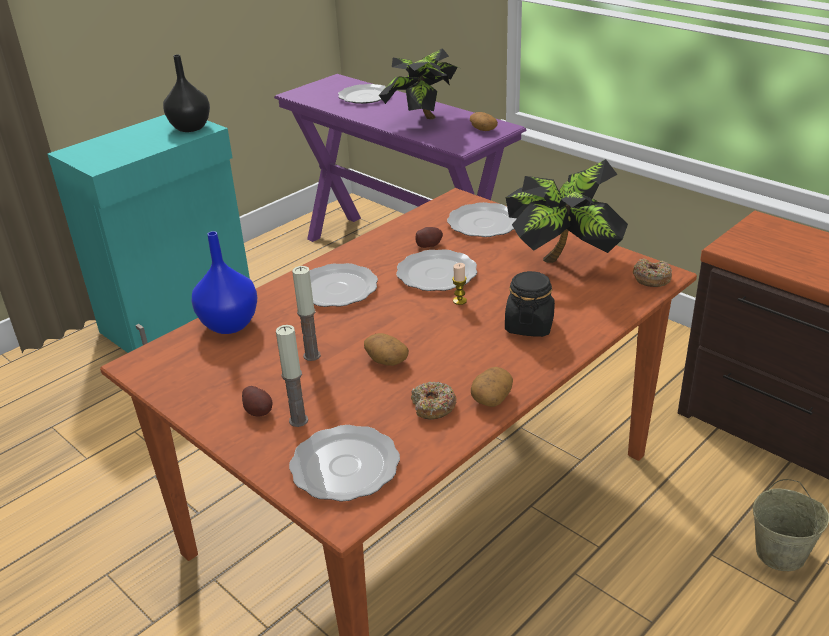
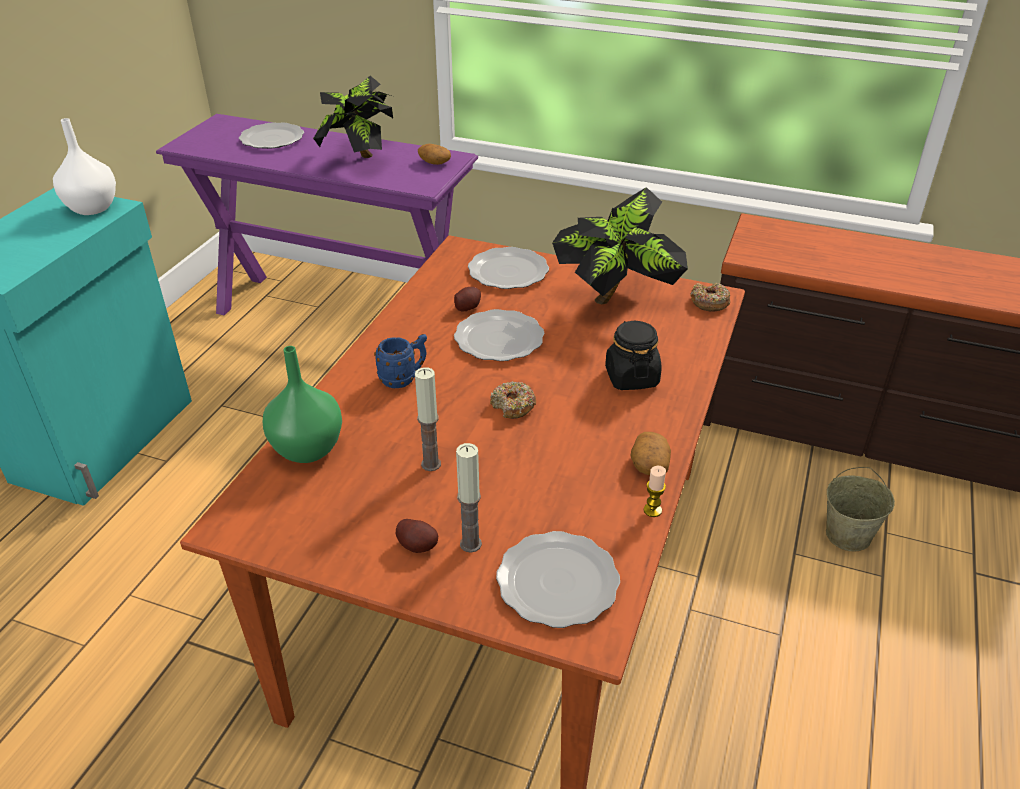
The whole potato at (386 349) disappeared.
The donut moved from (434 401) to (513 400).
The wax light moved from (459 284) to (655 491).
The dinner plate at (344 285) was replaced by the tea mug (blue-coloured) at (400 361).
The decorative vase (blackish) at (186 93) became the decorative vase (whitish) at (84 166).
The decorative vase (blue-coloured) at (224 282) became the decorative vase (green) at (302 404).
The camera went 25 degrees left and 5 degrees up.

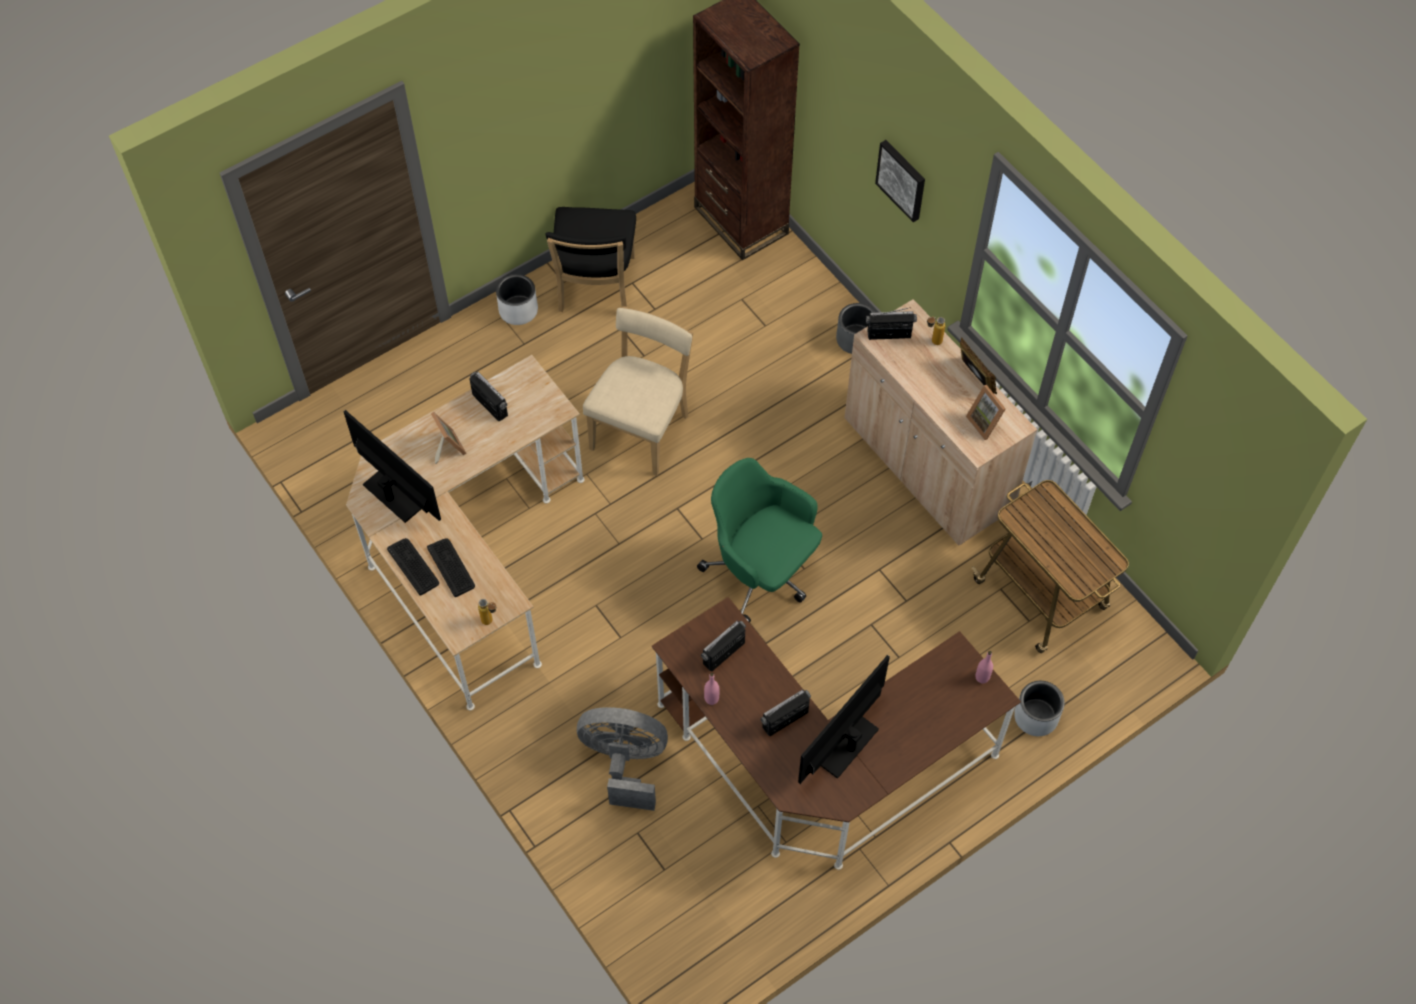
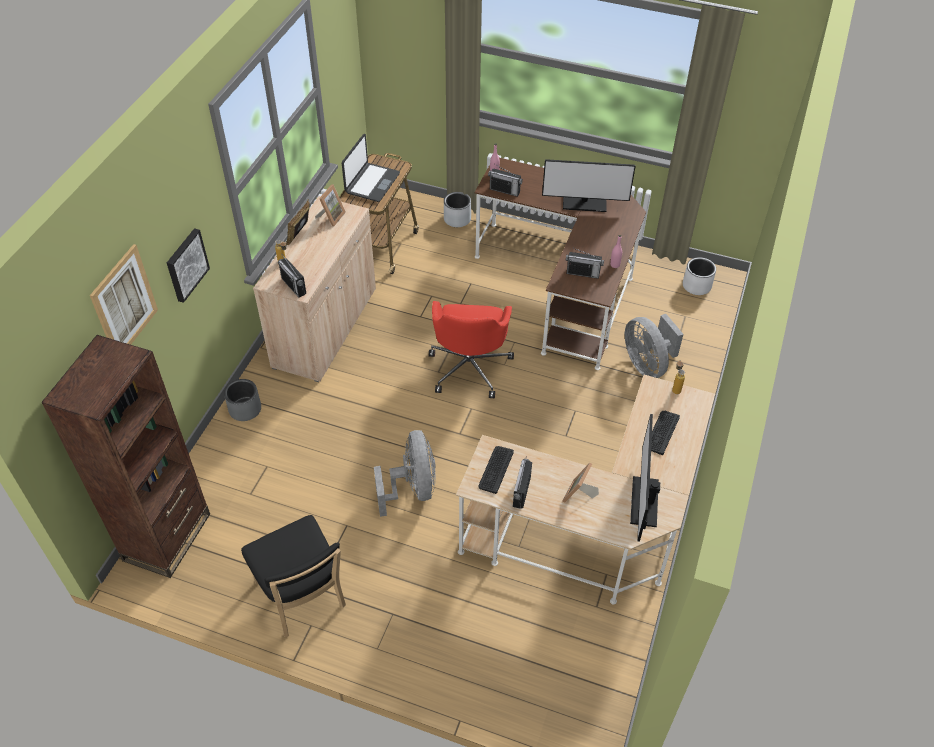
The wall art at (124 294) appeared.
The notebook computer at (371 168) appeared.
The computer keyboard moved from (413 567) to (496 470).
The flower pot (whitish) moved from (517 299) to (699 276).
The radio receiver moved from (785 712) to (505 180).
The chair (beige) at (638 391) was replaced by the fan (greyish) at (405 473).
The desk chair (green) at (759 540) became the desk chair (reddish) at (471 349).
The chair (blackish) at (590 259) turned 90 degrees clockwise.
The camera went 125 degrees left and 10 degrees down.

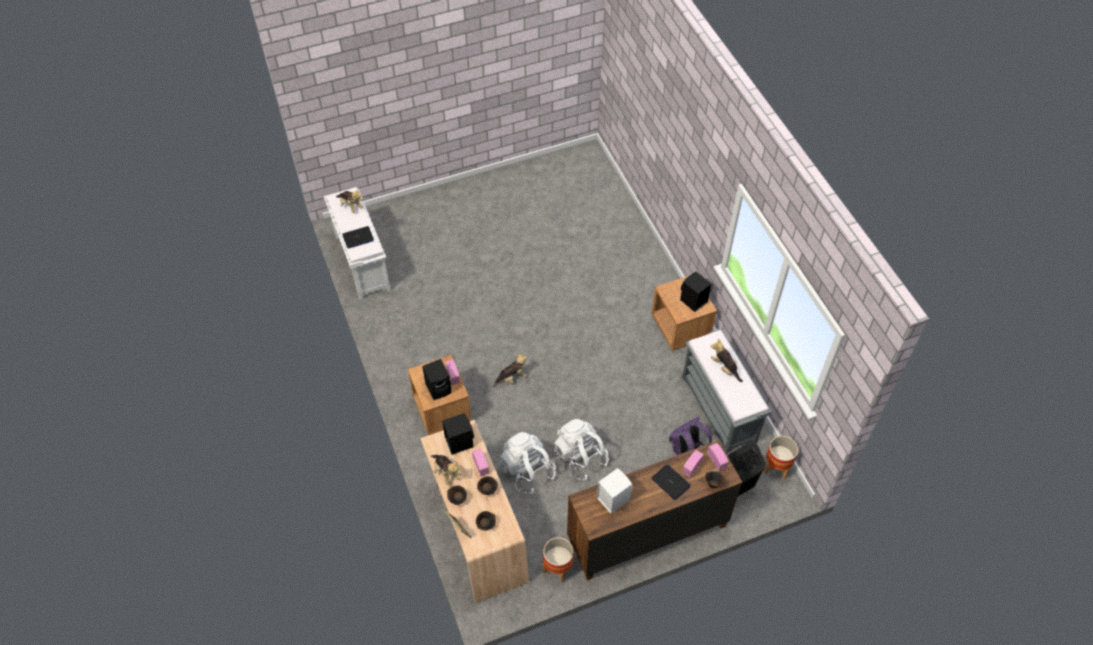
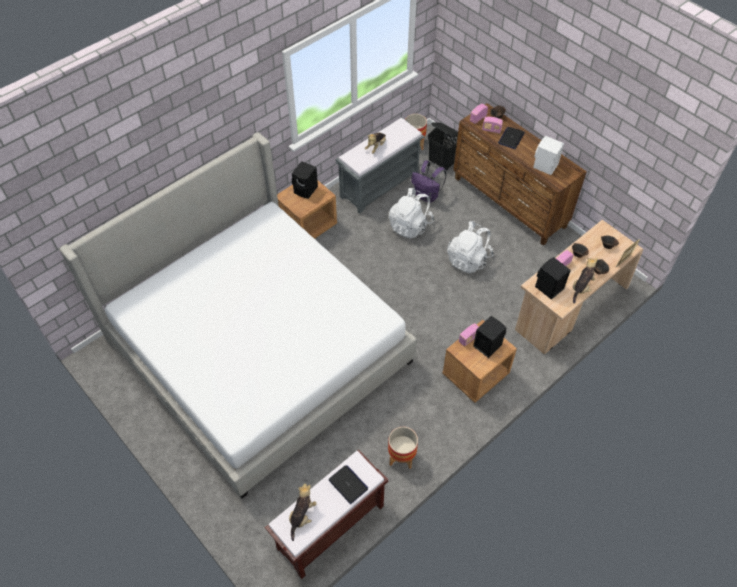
The plush toy at (510 370) disappeared.
The sleeping bed at (238 315) appeared.
The backpack (whitish) moved from (528 462) to (411 213).
The flower pot moved from (558 560) to (403 448).
The indoor bench (whitish) at (357 243) became the indoor bench (brownish) at (326 514).
The camera went 110 degrees left and 0 degrees up.

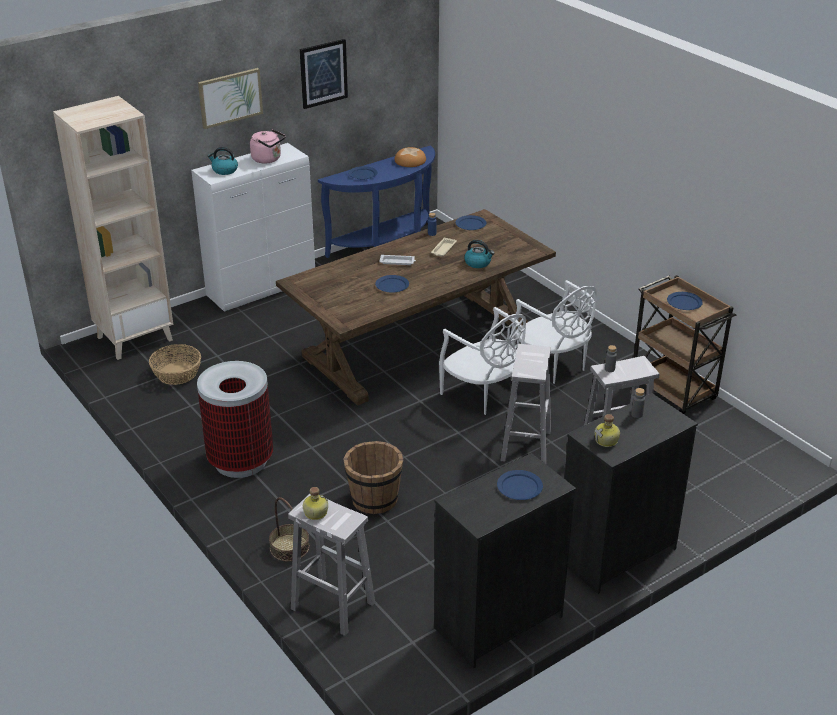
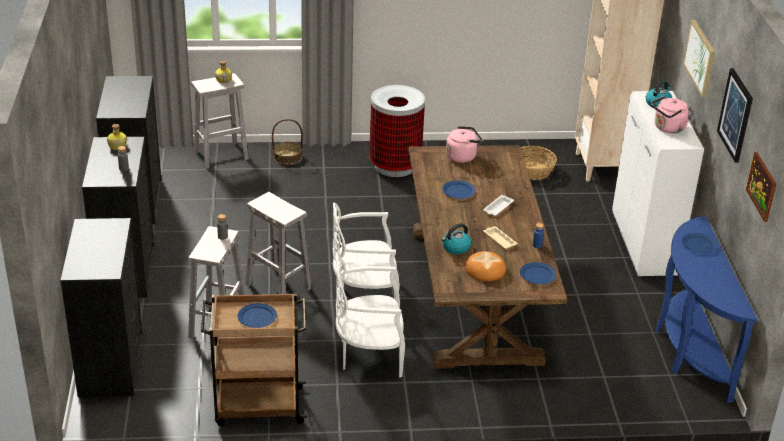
The bucket (brownish) at (373 477) disappeared.
The dinner plate (blue-coloured) at (520 485) disappeared.
The dresser (blackish) at (101 307) appeared.
The water kettle (pink-coloured) at (464 144) appeared.
The wall art at (761 187) appeared.
The baked bread moved from (410 157) to (485 266).
The camera went 120 degrees right and 0 degrees up.

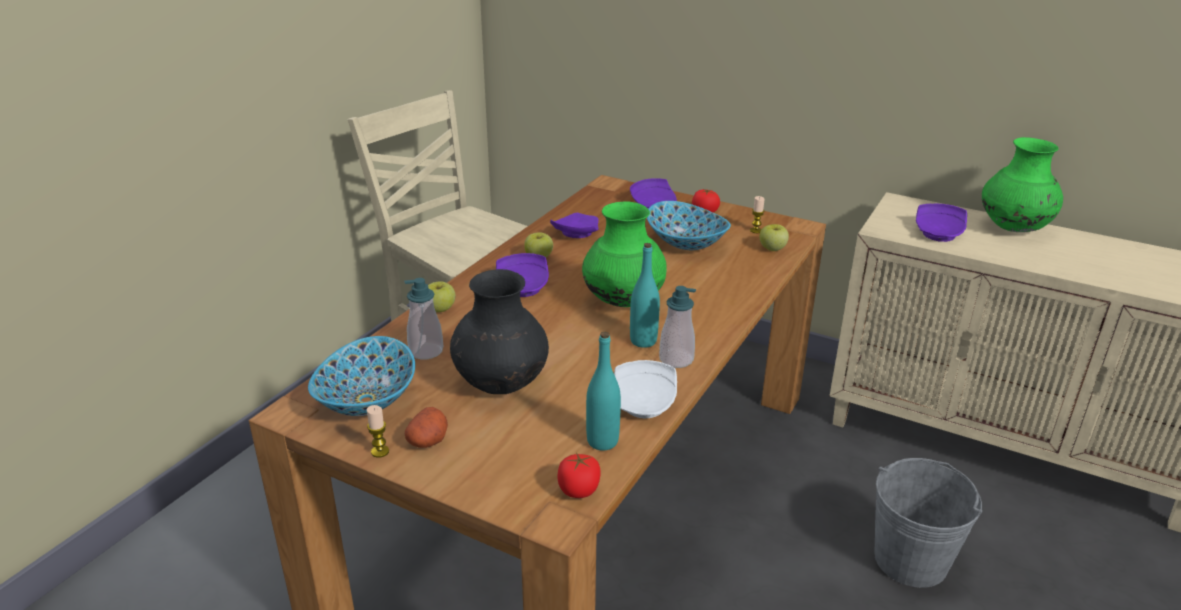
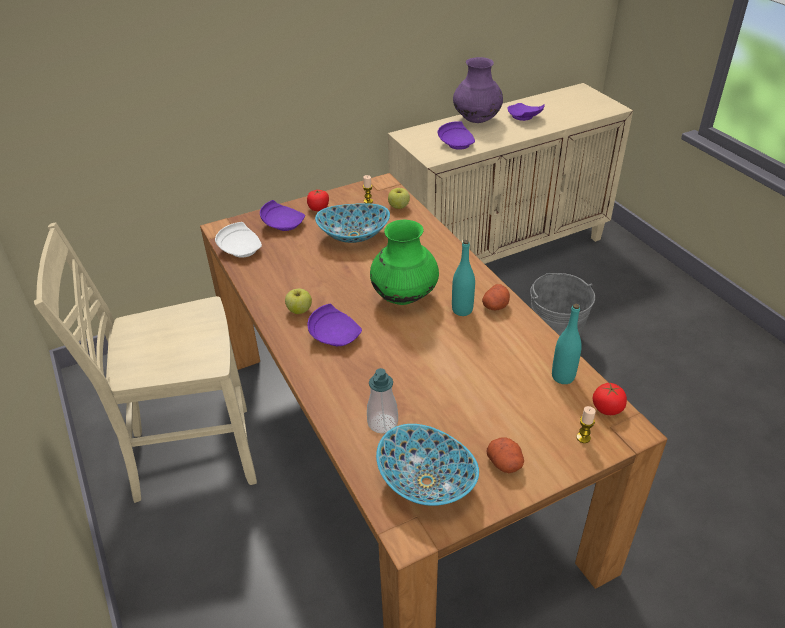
The apple fruit at (442 296) disappeared.
The decorative vase (blackish) at (499 331) disappeared.
The wax light moved from (378 431) to (586 424).
The dinner plate (purple-coloured) moved from (574 225) to (526 112).
The dinner plate (whitish) moved from (645 389) to (238 240).
The soap dispenser at (677 327) was replaced by the whole potato at (496 297).
The decorative vase (green) at (1022 184) became the decorative vase (purple-coloured) at (478 90).
The camera went 55 degrees left and 10 degrees up.

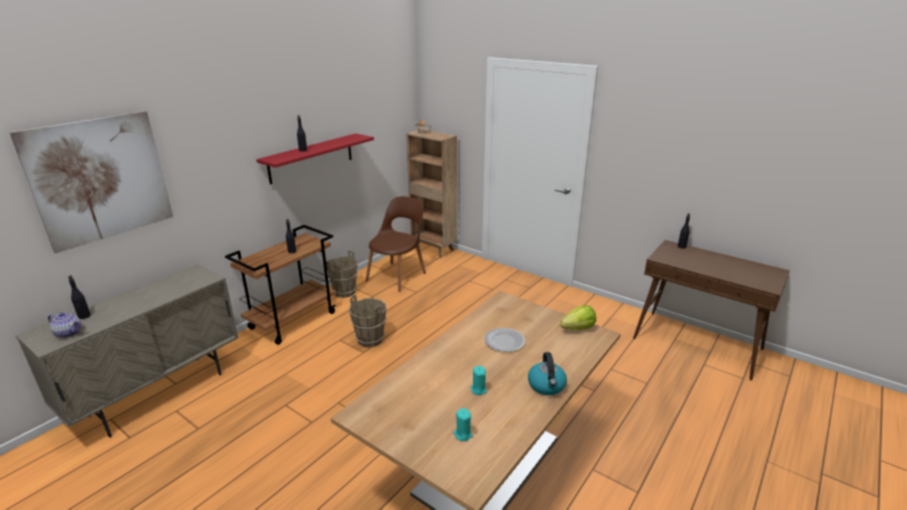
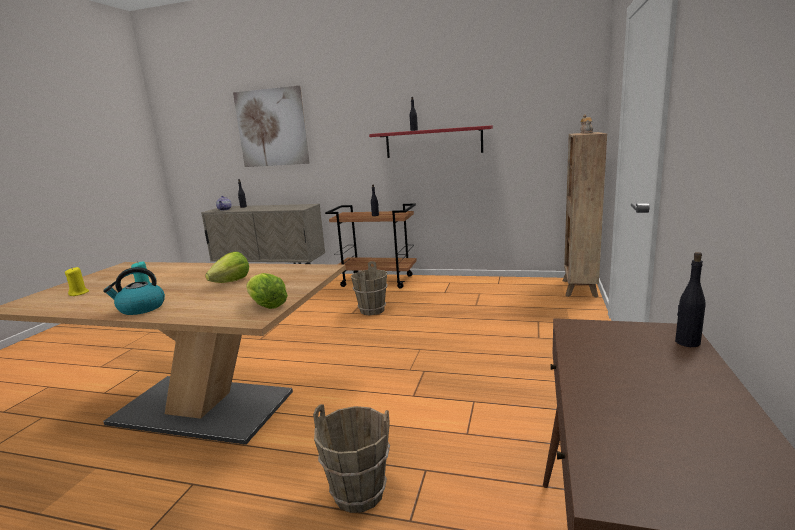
The chair (brownish) at (395 244) disappeared.
The bucket (brownish) moved from (342 274) to (351 458).
The dinner plate at (504 340) was replaced by the head of lettuce at (227 267).
The wax light (turquoise-coloured) at (463 424) became the wax light (yellow) at (77 281).
The camera went 70 degrees right and 10 degrees down.

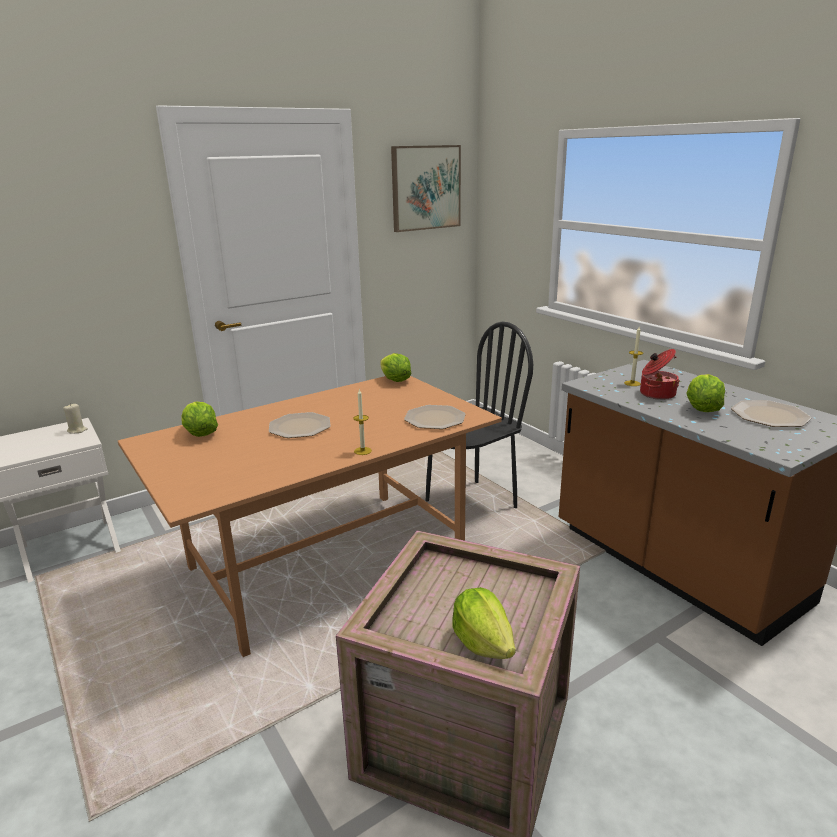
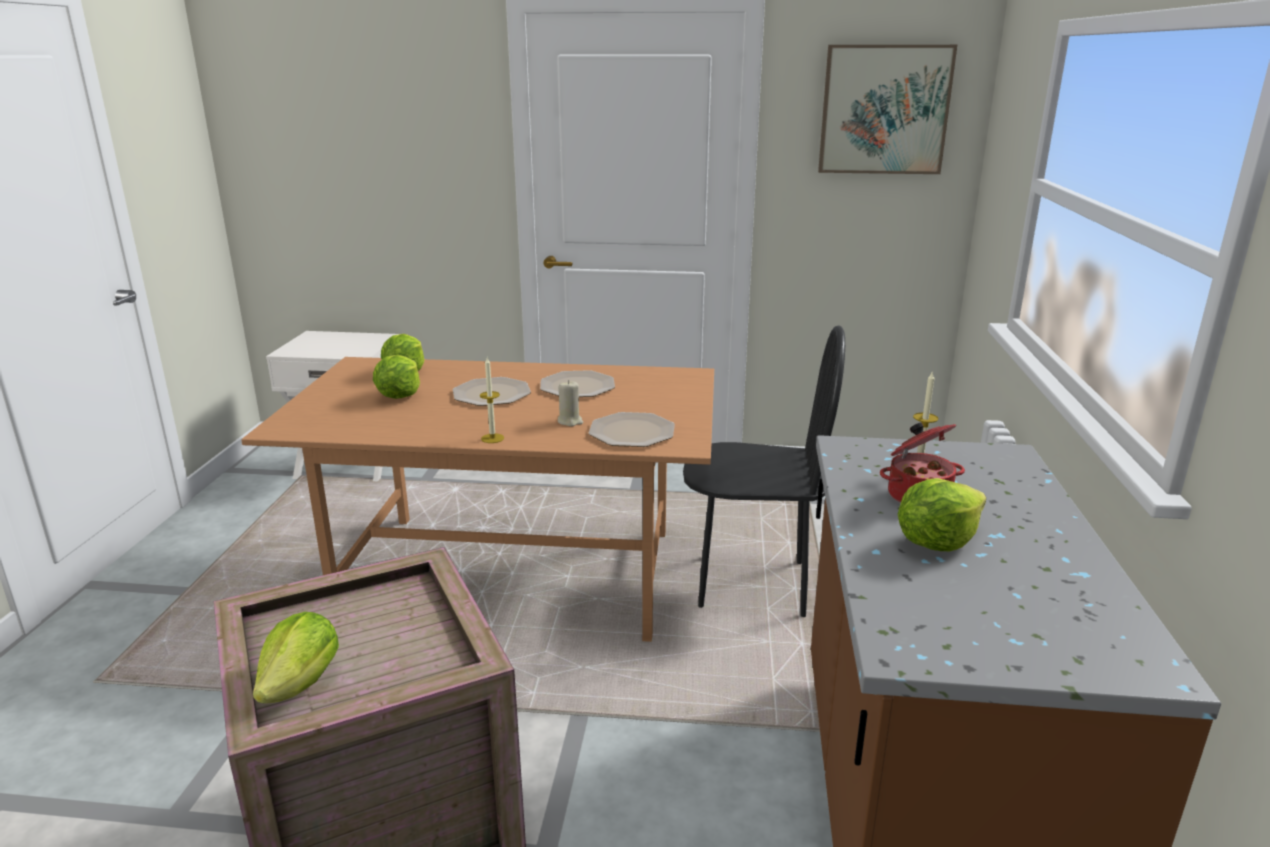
The wax light (beige) moved from (75 418) to (570 403).
The head of lettuce moved from (395 367) to (396 377).
The dinner plate moved from (771 413) to (577 383).
The camera went 40 degrees right and 0 degrees up.

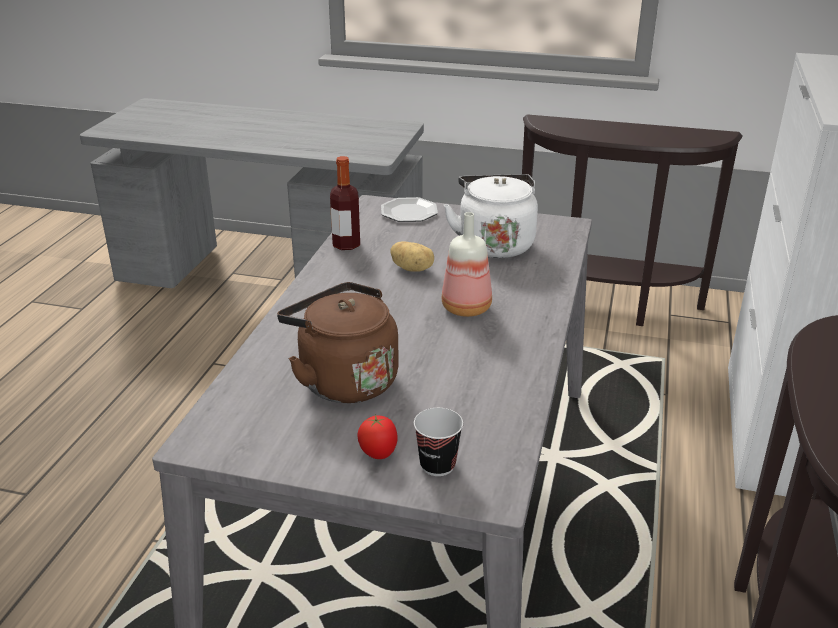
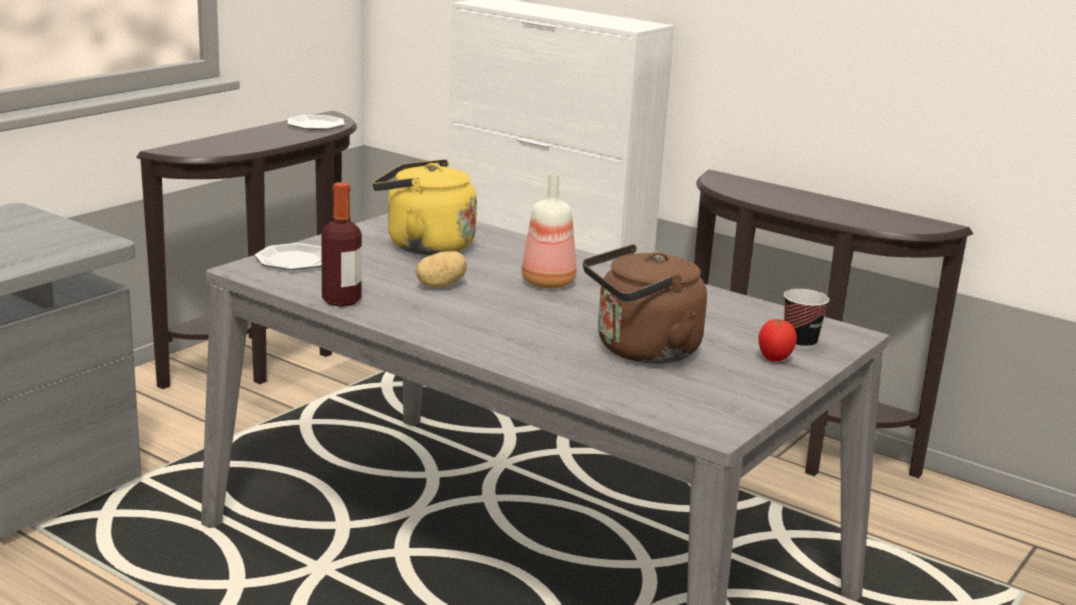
The dinner plate at (316 122) appeared.
The water kettle (whitish) at (491 216) became the water kettle (yellow) at (425 207).
The camera went 70 degrees left and 10 degrees down.

